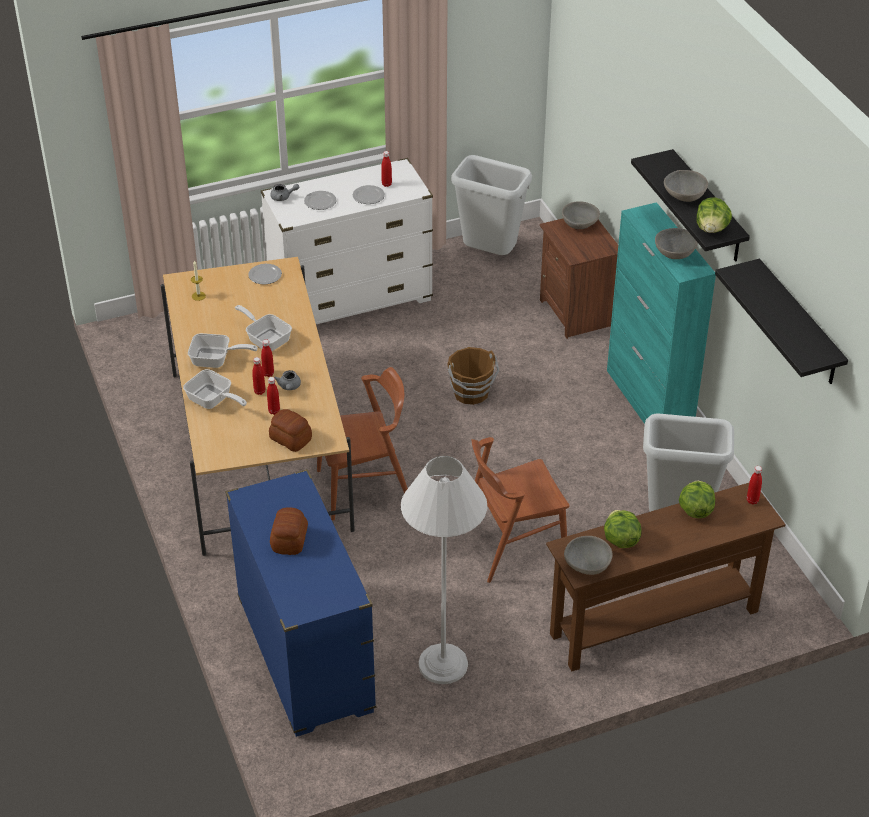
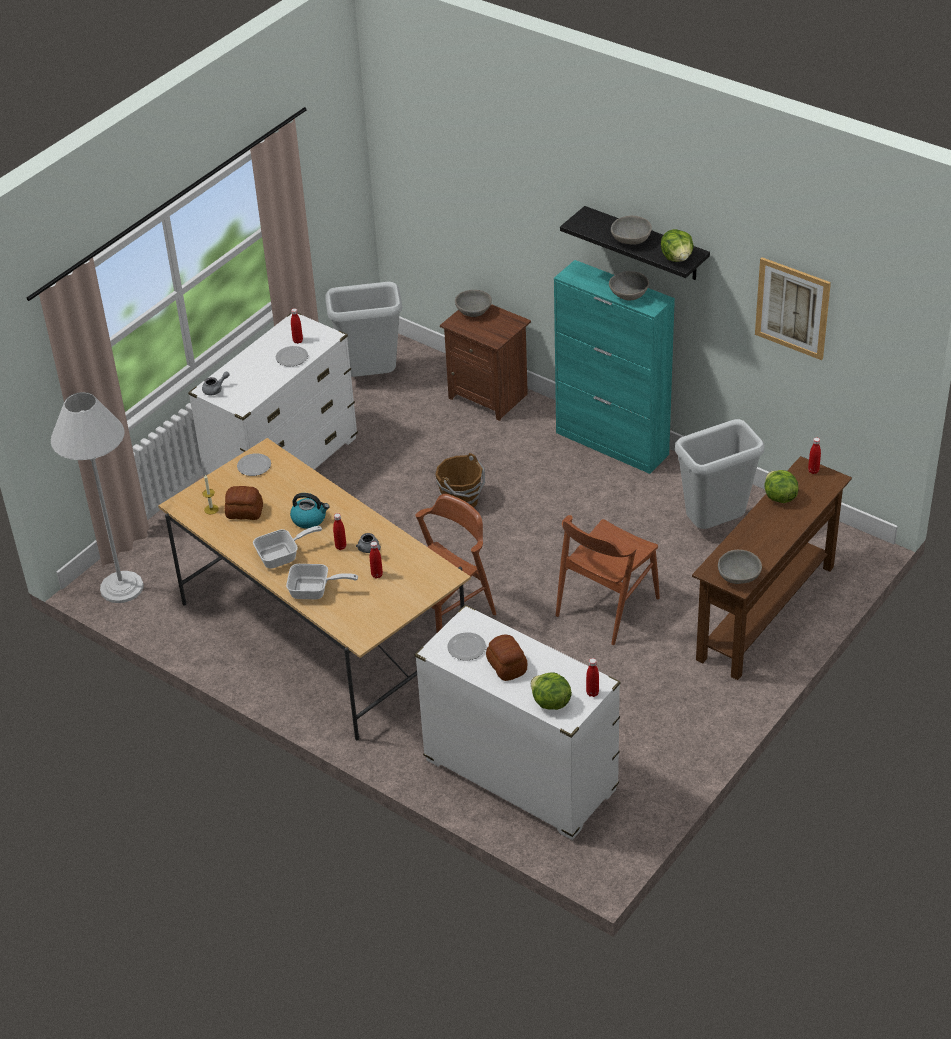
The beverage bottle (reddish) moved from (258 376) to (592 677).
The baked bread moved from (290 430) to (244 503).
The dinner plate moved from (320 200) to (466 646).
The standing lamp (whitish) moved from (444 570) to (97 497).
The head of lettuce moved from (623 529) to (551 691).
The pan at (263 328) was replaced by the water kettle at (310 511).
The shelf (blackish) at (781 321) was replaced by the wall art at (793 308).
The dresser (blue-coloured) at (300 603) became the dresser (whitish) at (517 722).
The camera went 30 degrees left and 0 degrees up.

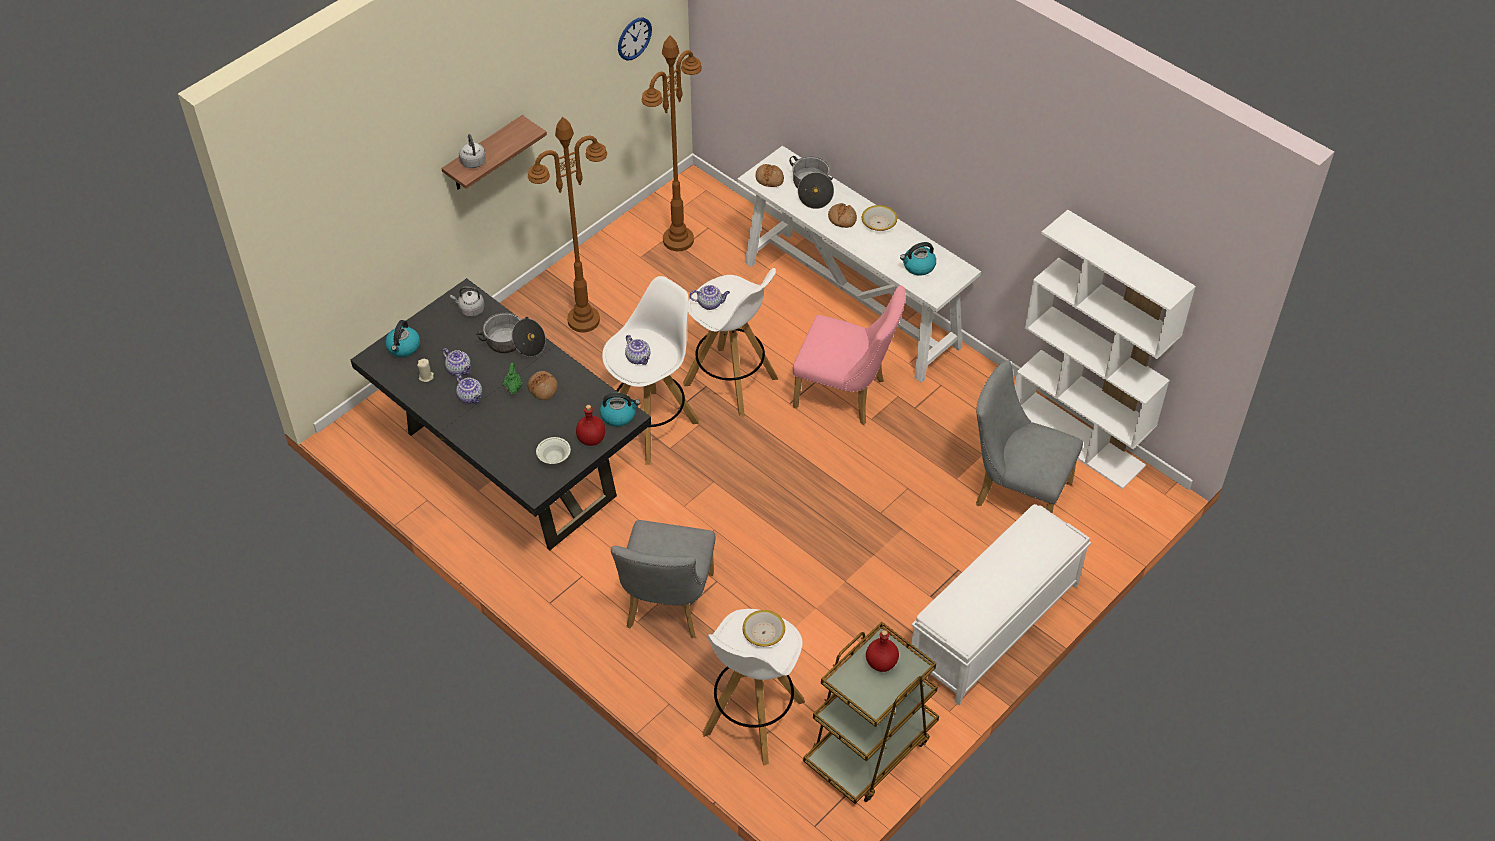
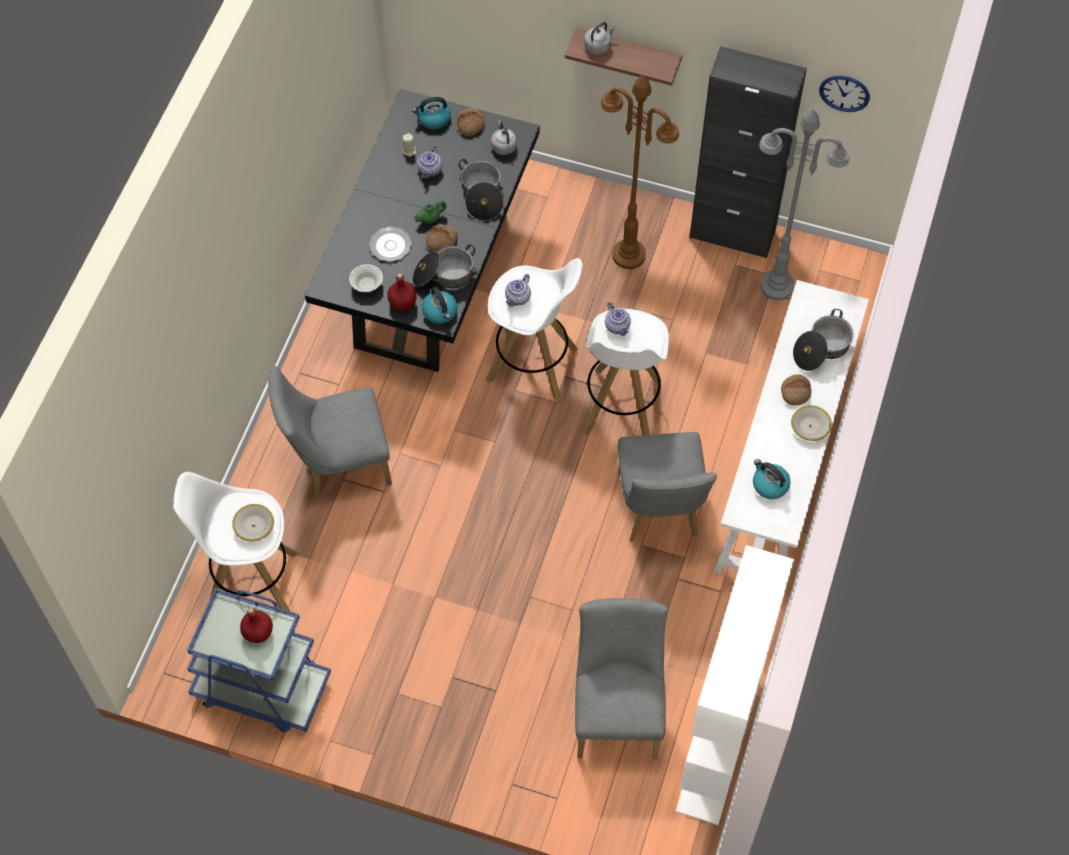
The teapot at (469 389) disappeared.
The indoor bench (whitish) at (1001 605) disappeared.
The dinner plate at (390 244) appeared.
The saucepot at (443 266) appeared.
The cupboard (blackish) at (748 152) appeared.
The baked bread moved from (769 175) to (471 122).
The standing lamp (brownish) at (672 143) became the standing lamp (greyish) at (804 205).
The chair (pink-coloured) at (849 355) became the chair (greyish) at (667 487).
The trolley (brownish) at (871 712) became the trolley (blue-coloured) at (259 660).
The camera went 65 degrees right and 10 degrees up.

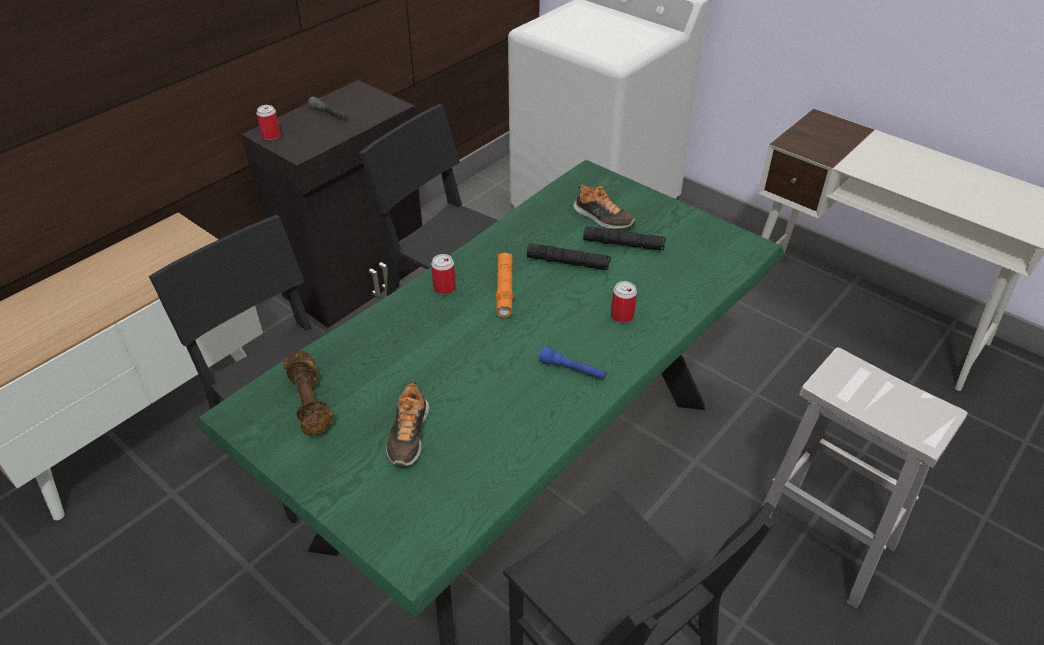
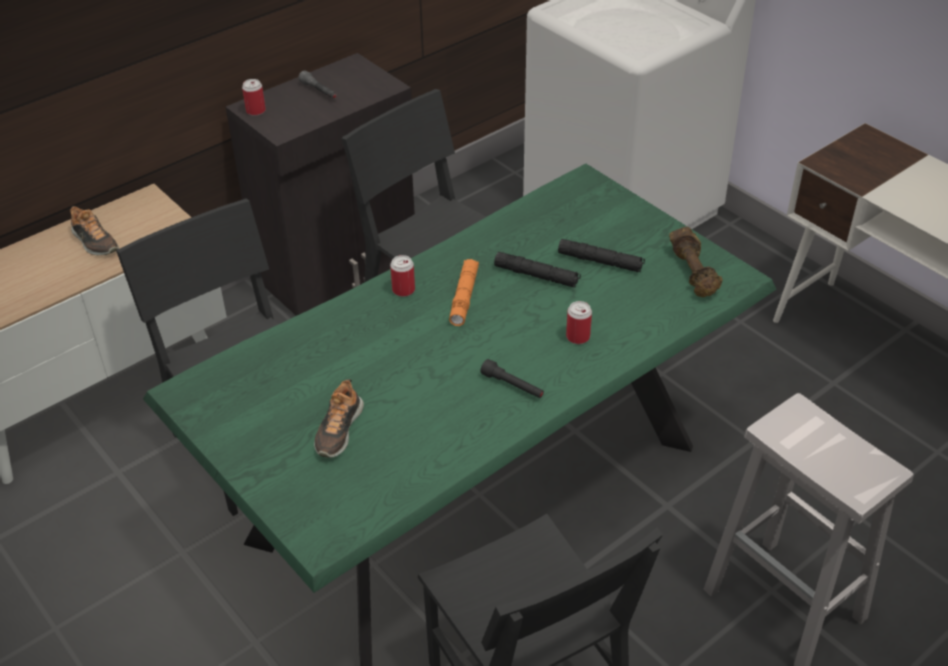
The hand weight (brownish) moved from (308 393) to (696 262).
The low shoe moved from (604 206) to (94 230).
The hand torch (blue-coloured) at (572 362) became the hand torch (blackish) at (512 378).
The camera went 10 degrees right and 0 degrees up.

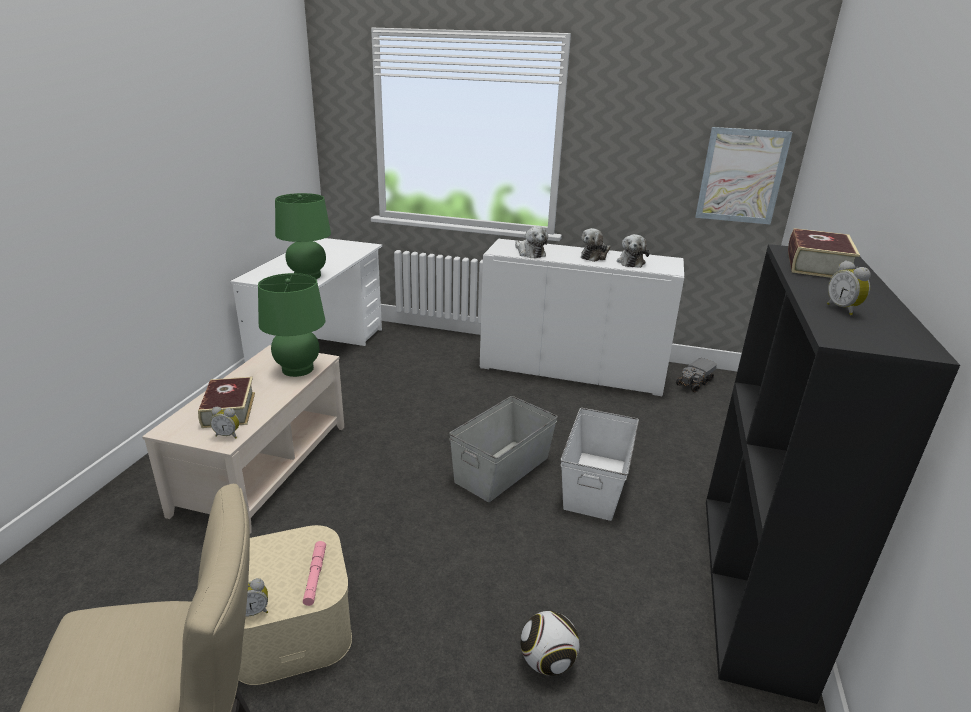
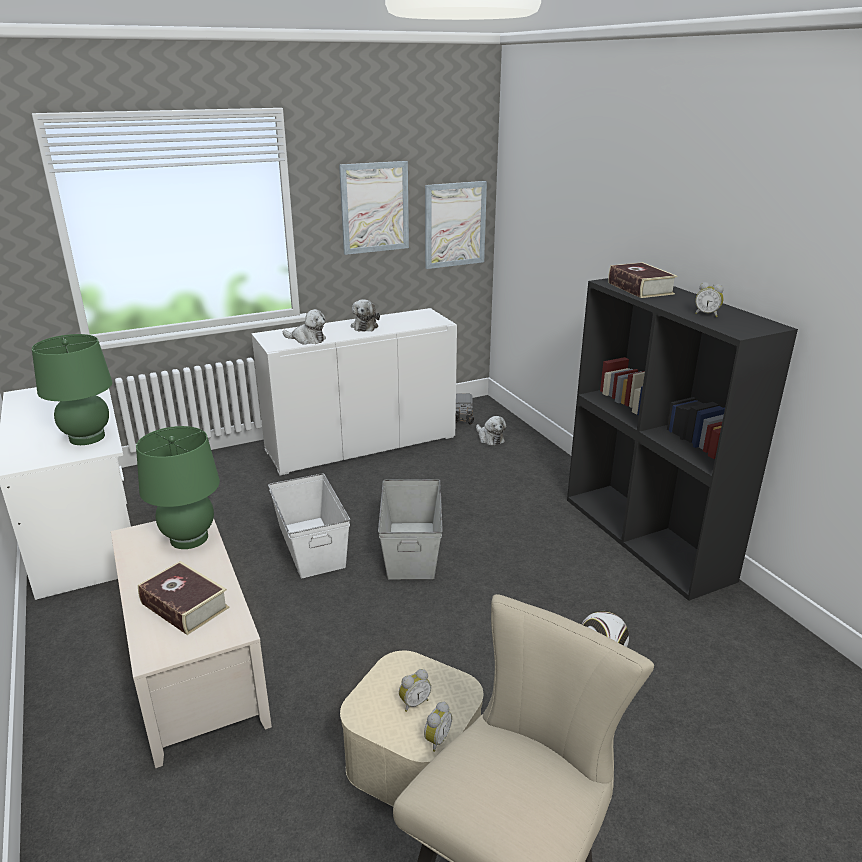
The hand torch (pink-coloured) at (314 573) disappeared.
The wall art at (374 208) appeared.
The table clock moved from (225 423) to (415 690).
The storage container (whitish) moved from (600 464) to (309 525).
The plush toy moved from (633 251) to (491 431).
The camera went 40 degrees left and 0 degrees up.

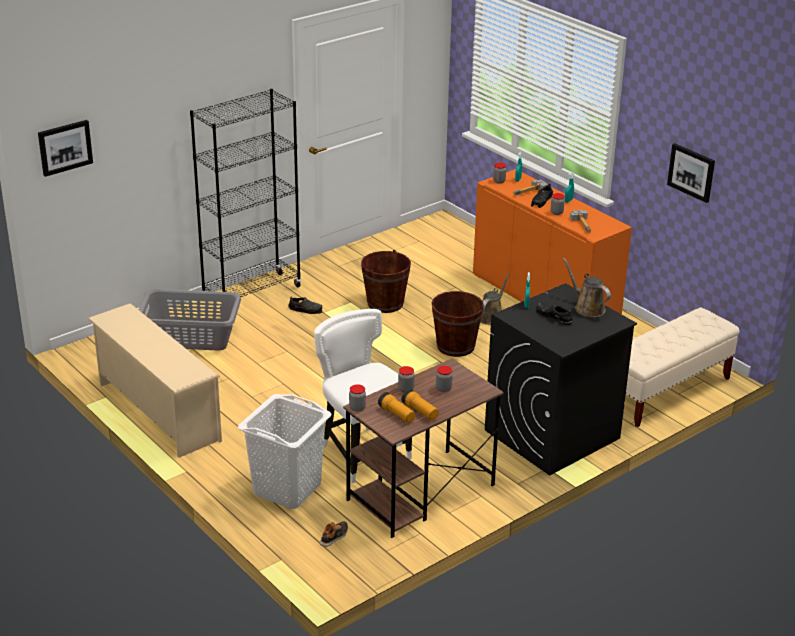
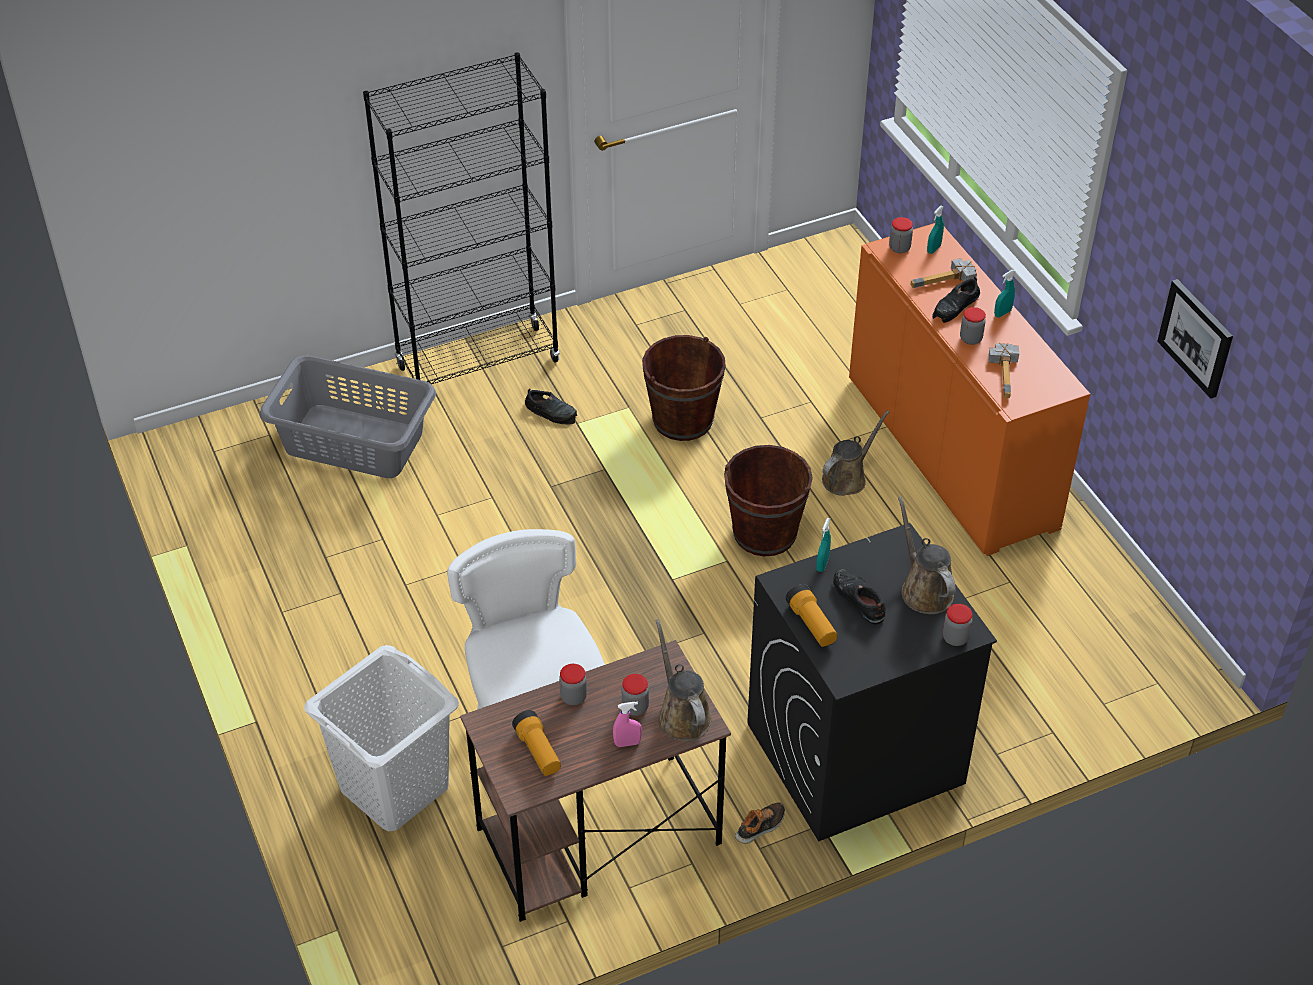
The wall art at (65 148) disappeared.
The shoe shelf (beige) at (155 380) disappeared.
The indoor bench (beige) at (683 367) disappeared.
The sprayer (pink-coloured) at (627 724) appeared.
The watering can (brownish) at (683 680) appeared.
The low shoe moved from (333 534) to (760 823).
The preserve jar moved from (357 398) to (957 625).
The hand torch moved from (420 404) to (811 615).
The camera went 15 degrees right and 15 degrees up.

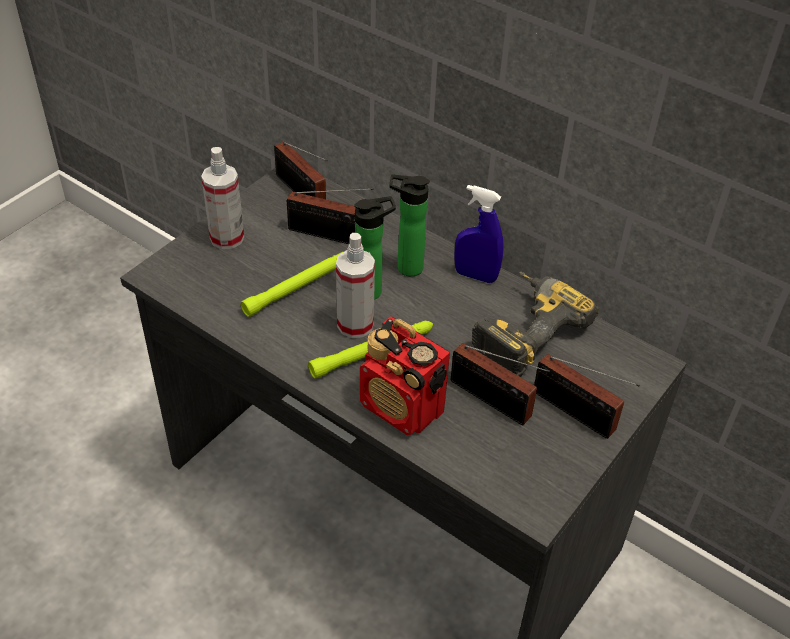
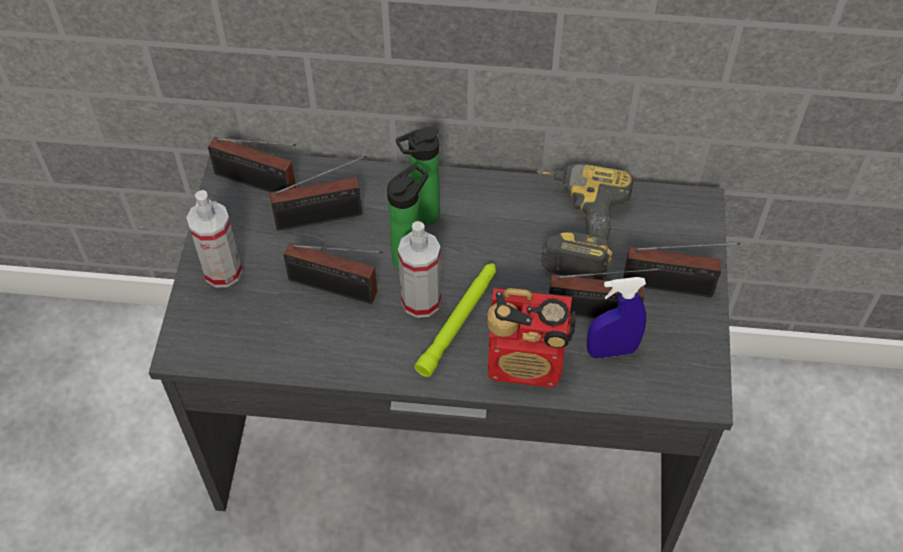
The sprayer (blue-coloured) moved from (479 234) to (616 317).
The hand torch (green) at (292 284) was replaced by the radio receiver at (332 273).
The camera went 30 degrees left and 10 degrees up.

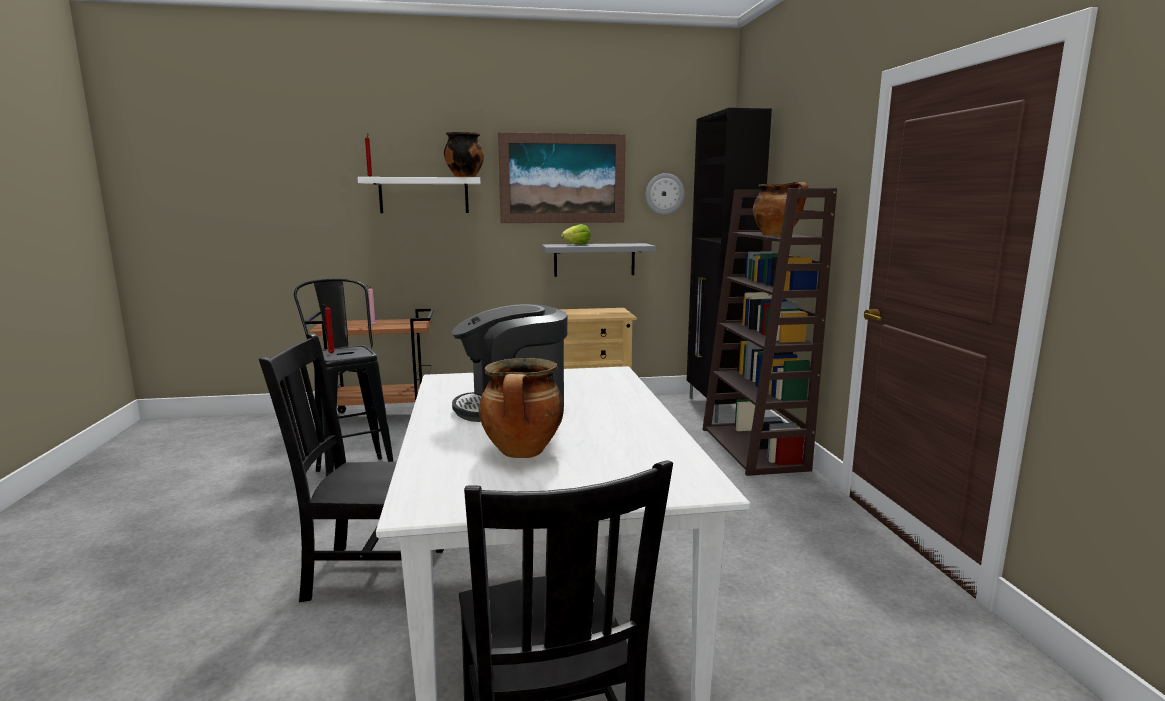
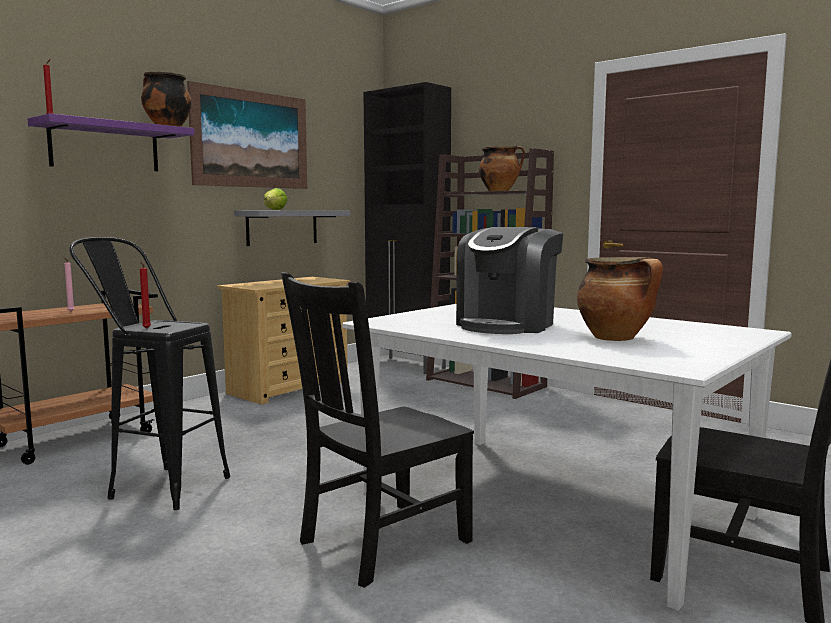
The hanging clock at (664 194) disappeared.
The shelf (whitish) at (419 195) became the shelf (purple-coloured) at (111 142).
The camera went 40 degrees left and 5 degrees down.

